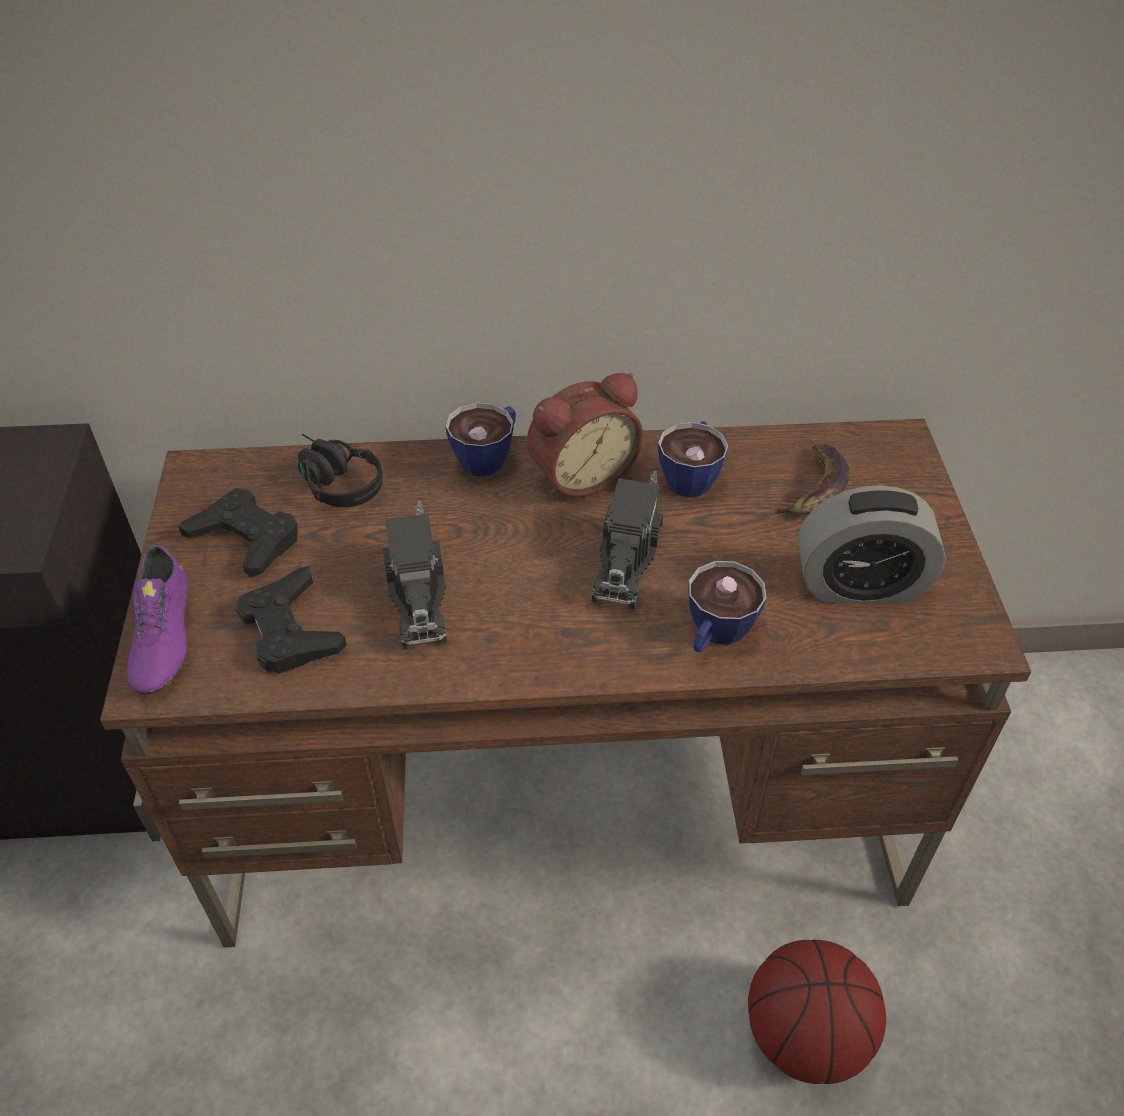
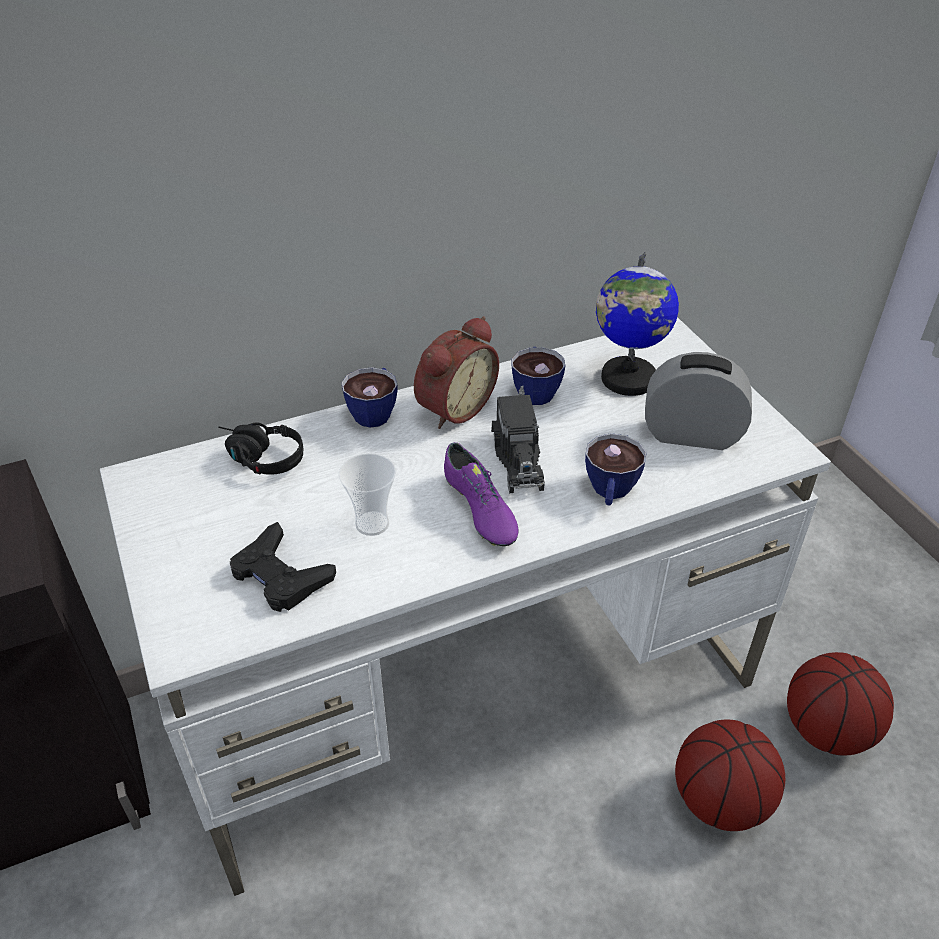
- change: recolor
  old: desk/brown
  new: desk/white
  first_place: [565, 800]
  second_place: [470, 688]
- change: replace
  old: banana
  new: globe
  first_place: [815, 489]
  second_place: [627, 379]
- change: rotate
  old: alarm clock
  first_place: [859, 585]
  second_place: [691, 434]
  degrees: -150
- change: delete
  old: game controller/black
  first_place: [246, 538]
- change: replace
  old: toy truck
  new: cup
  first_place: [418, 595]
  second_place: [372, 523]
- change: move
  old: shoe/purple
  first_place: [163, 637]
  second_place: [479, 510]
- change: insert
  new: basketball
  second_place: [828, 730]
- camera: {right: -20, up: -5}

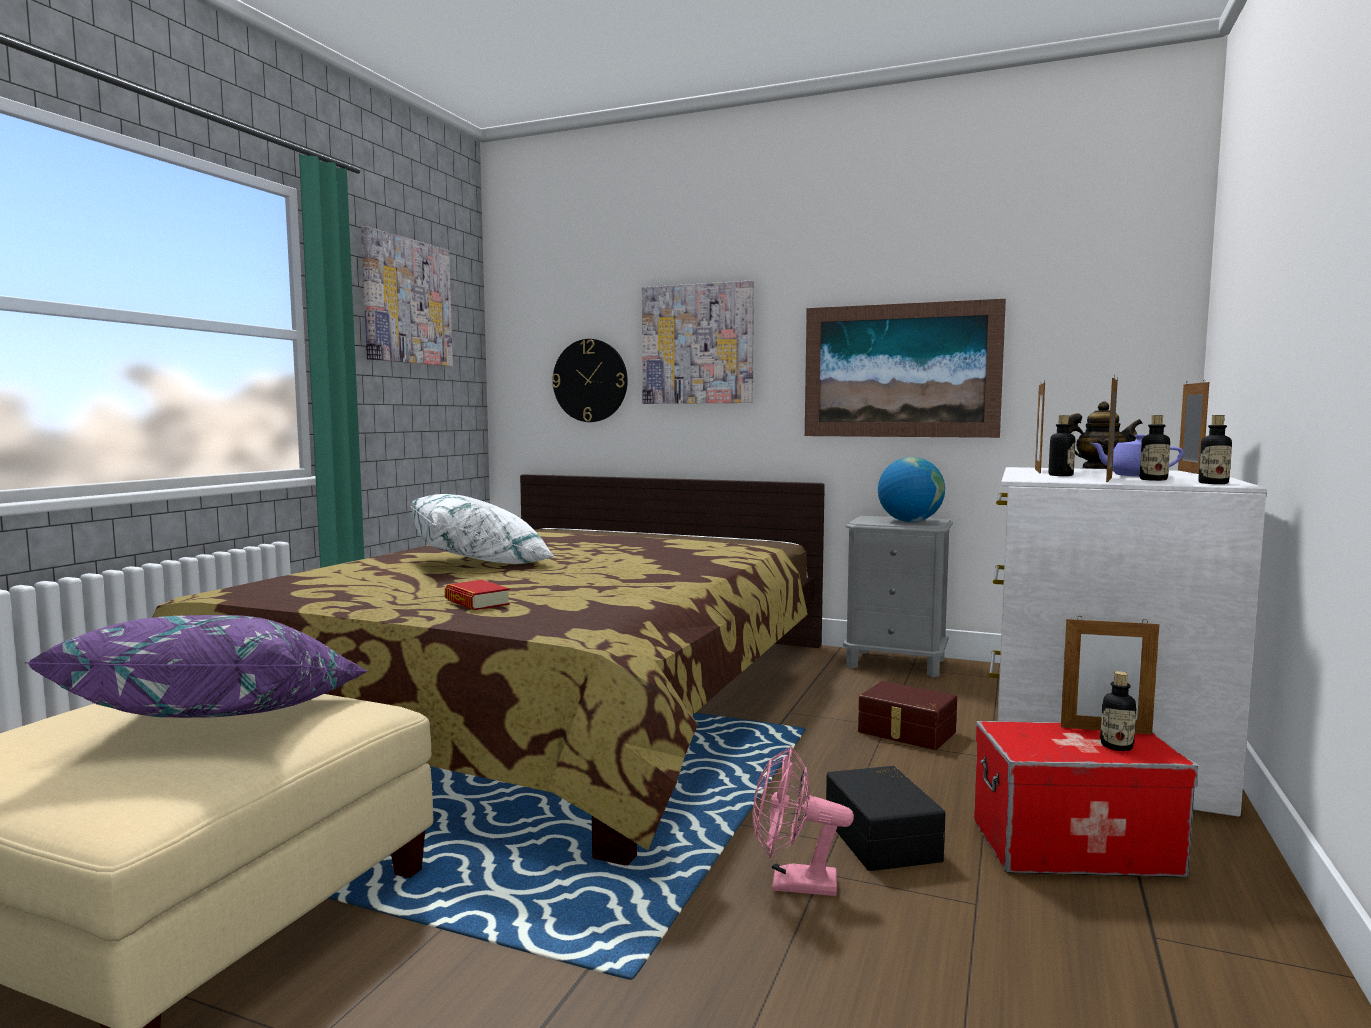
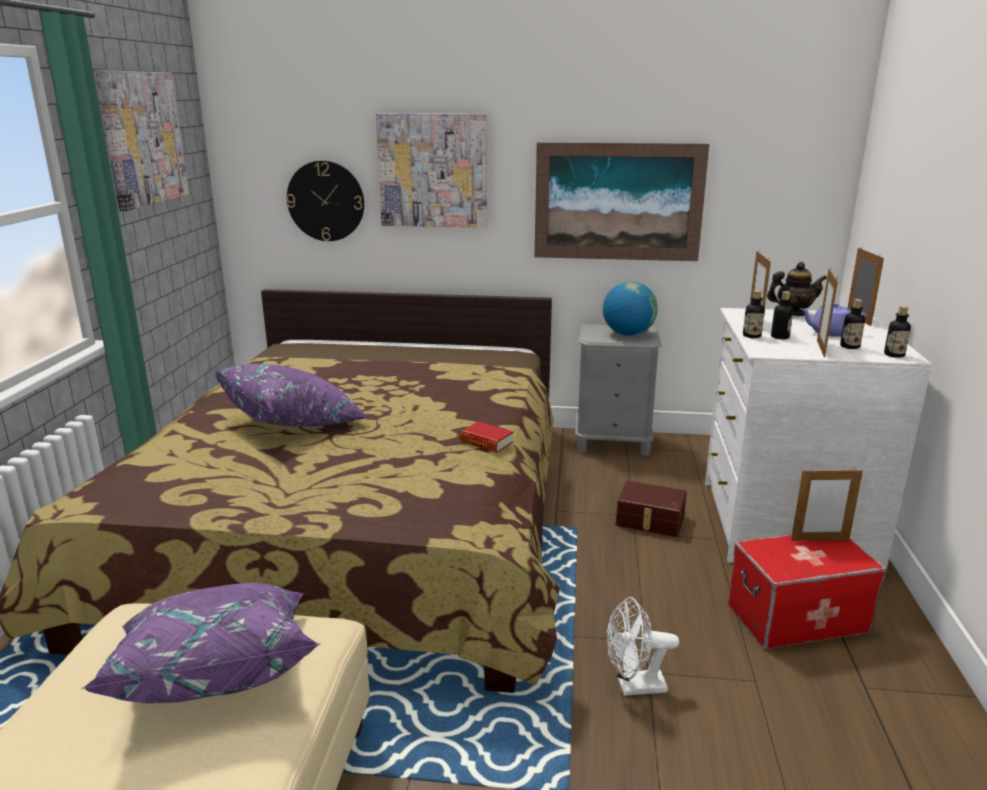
- change: recolor
  old: pillow/white
  new: pillow/purple
  first_place: [481, 561]
  second_place: [294, 421]
- change: move
  old: book
  first_place: [477, 602]
  second_place: [486, 442]
- change: move
  old: bottle
  first_place: [1116, 746]
  second_place: [751, 336]
- change: recolor
  old: fan/pink
  new: fan/white
  first_place: [792, 884]
  second_place: [634, 687]
- change: delete
  old: storage box/black
  first_place: [884, 838]
- camera: {right: -15, up: 15}

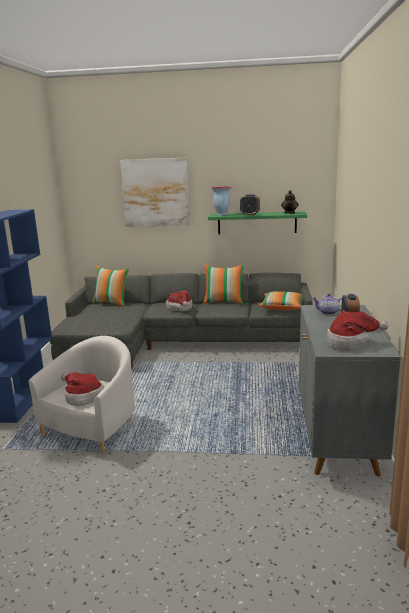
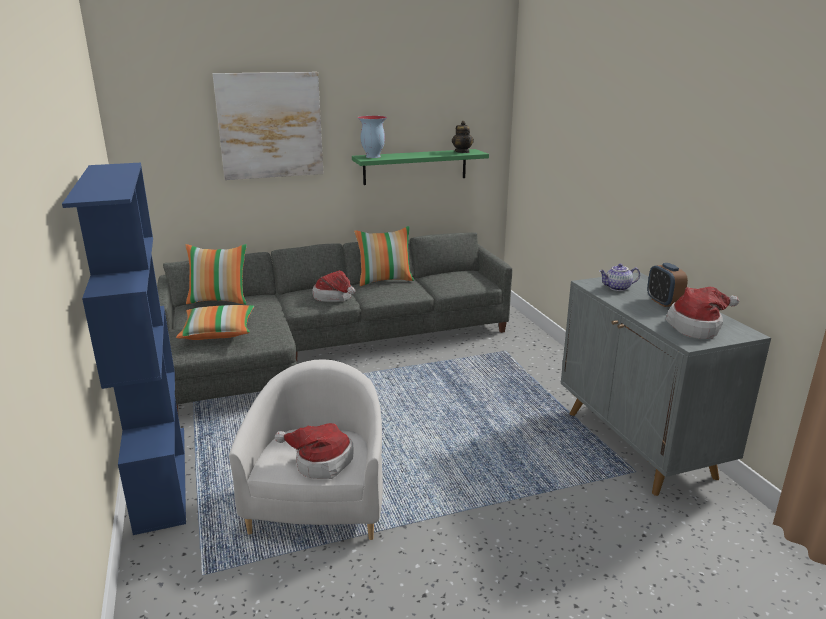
- change: delete
  old: alarm clock
  first_place: [250, 214]
- change: move
  old: pillow
  first_place: [282, 307]
  second_place: [218, 332]
- camera: {right: -25, up: 5}

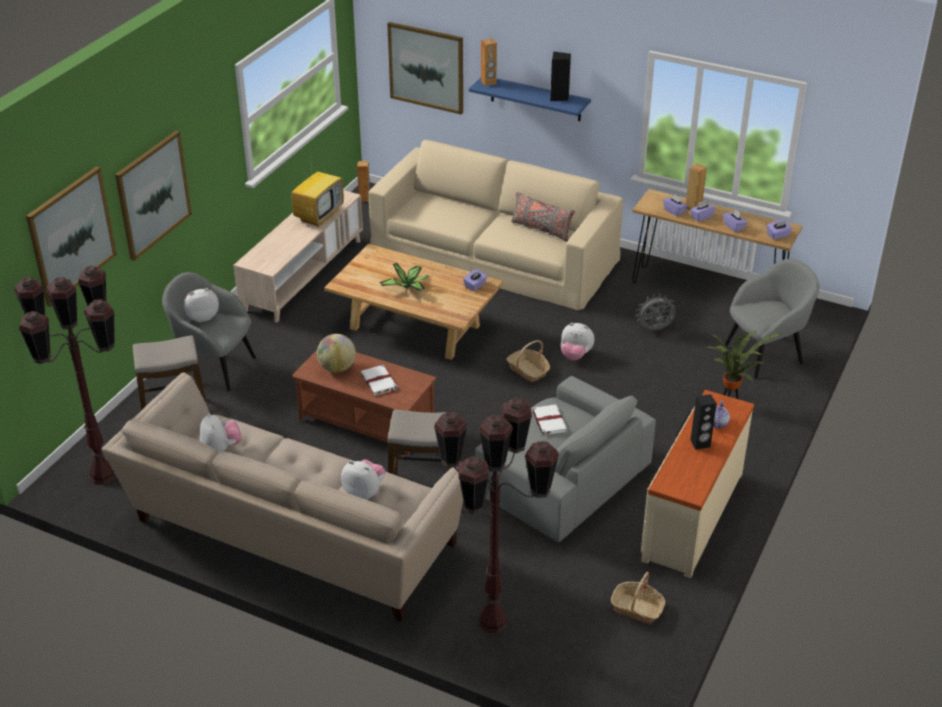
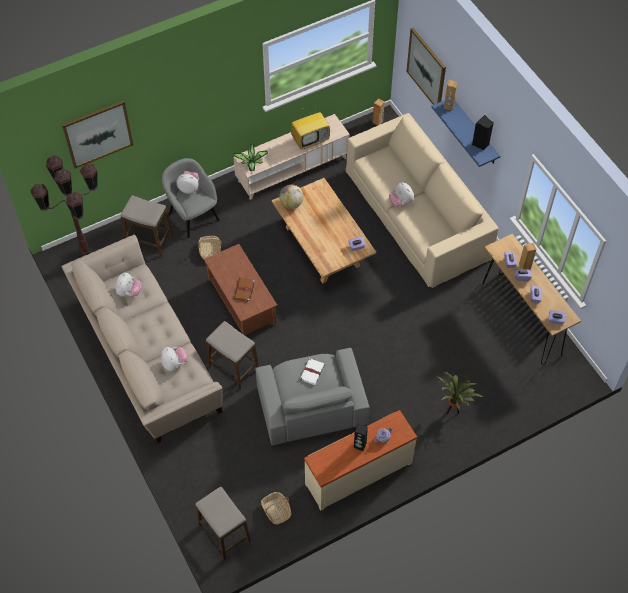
- change: delete
  old: picture
  first_place: [153, 194]
- change: delete
  old: pillow/grey
  first_place: [541, 229]
- change: delete
  old: armchair/grey
  first_place: [765, 354]
- change: move
  old: potted plant
  first_place: [407, 287]
  second_place: [252, 162]
- change: delete
  old: fan/grey
  first_place: [655, 330]
- change: move
  old: plush toy
  first_place: [575, 355]
  second_place: [401, 202]
- change: move
  old: globe
  first_place: [337, 368]
  second_place: [291, 203]
- change: move
  old: basket
  first_place: [528, 370]
  second_place: [210, 251]
- change: recolor
  old: book/white
  new: book/brown
  first_place: [379, 382]
  second_place: [244, 290]
- change: delete
  old: floor lamp/brown
  first_place: [492, 622]
- change: insert
  new: stool
  second_place: [224, 533]
- camera: {right: 35, up: 20}

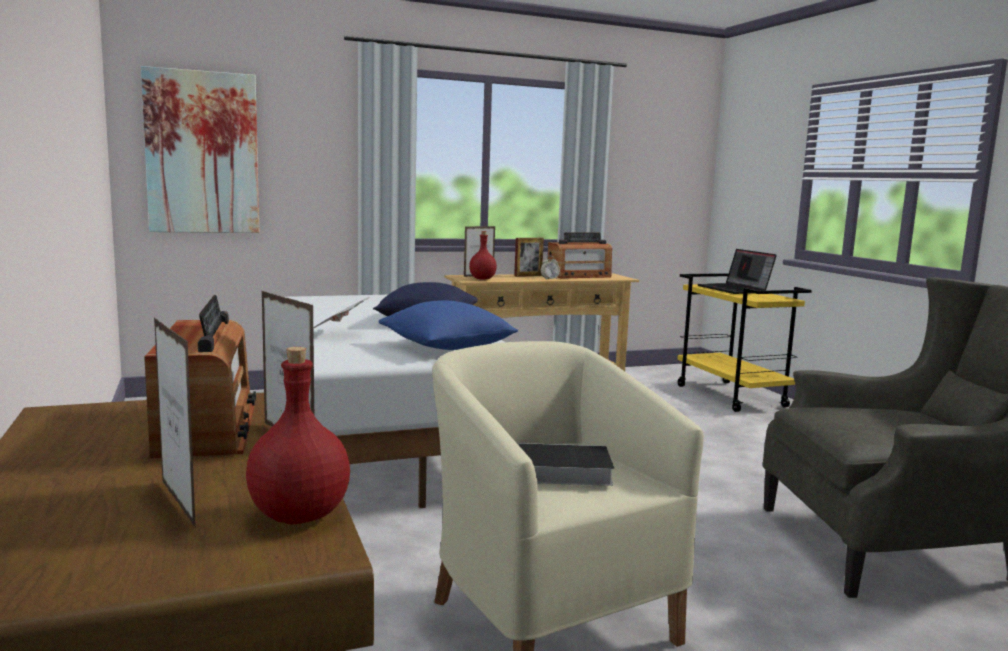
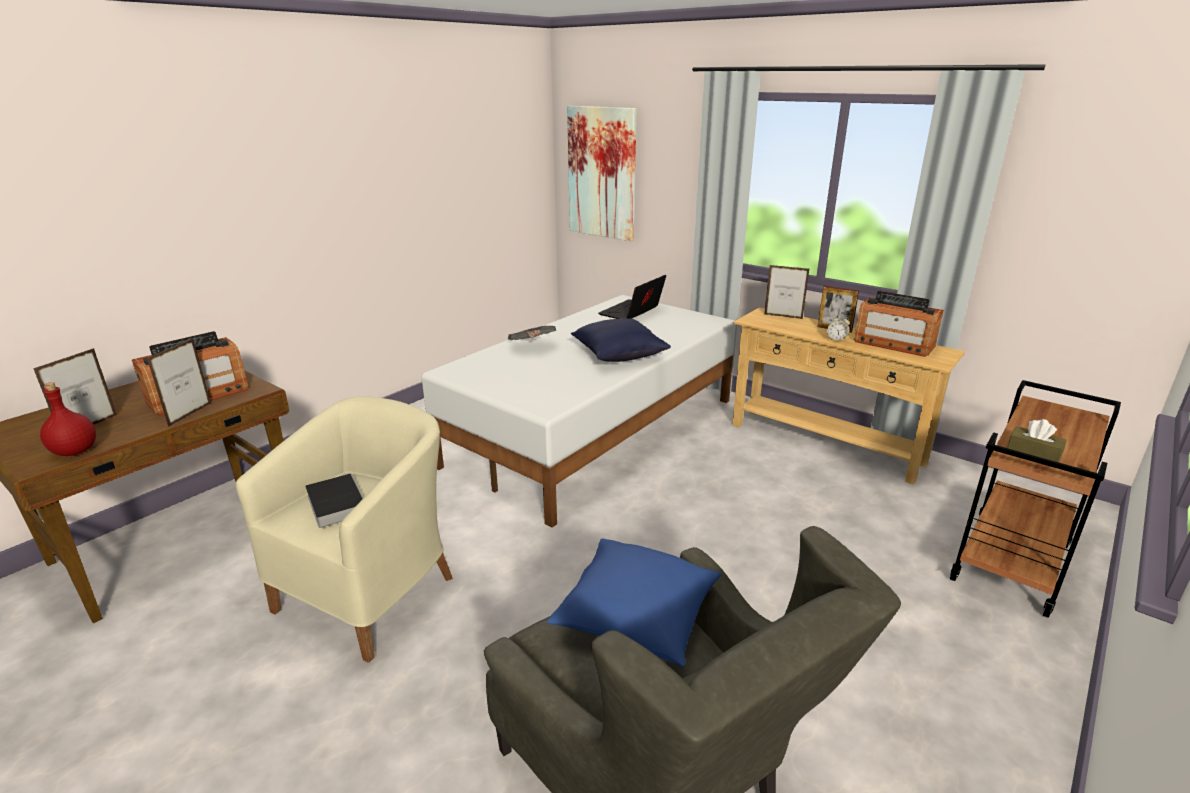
- change: delete
  old: bottle/red
  first_place: [482, 279]
- change: move
  old: laptop
  first_place: [735, 289]
  second_place: [631, 312]
- change: recolor
  old: cart/yellow
  new: cart/brown
  first_place: [732, 396]
  second_place: [1011, 564]
- change: move
  old: pillow/blue
  first_place: [447, 348]
  second_place: [636, 619]
- change: insert
  new: tissue box/brown
  second_place: [1033, 453]
- camera: {right: 60, up: 15}

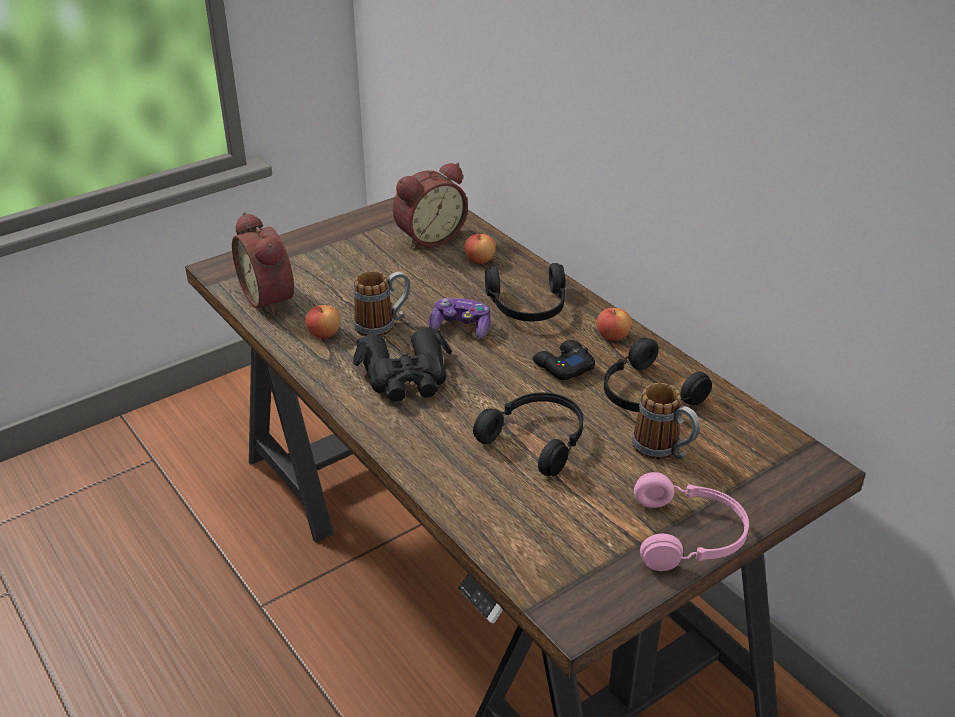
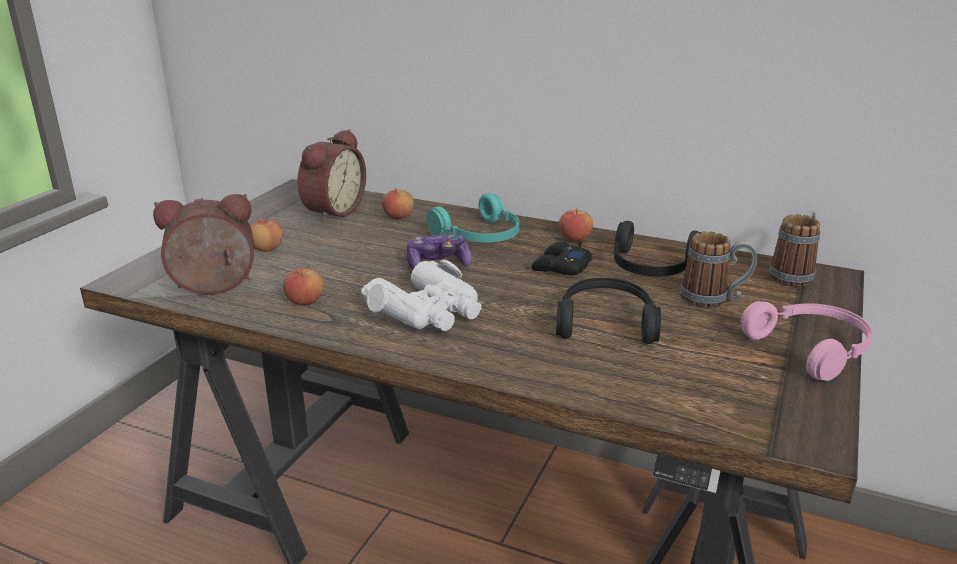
- change: rotate
  old: alarm clock
  first_place: [271, 297]
  second_place: [214, 288]
  degrees: 135
- change: recolor
  old: headphones/black
  new: headphones/turquoise
  first_place: [528, 307]
  second_place: [480, 236]
- change: move
  old: mug
  first_place: [383, 325]
  second_place: [794, 274]
- change: recolor
  old: binoculars/black
  new: binoculars/white
  first_place: [406, 376]
  second_place: [428, 311]
- change: insert
  new: apple
  second_place: [266, 249]
- camera: {right: -30, up: -10}

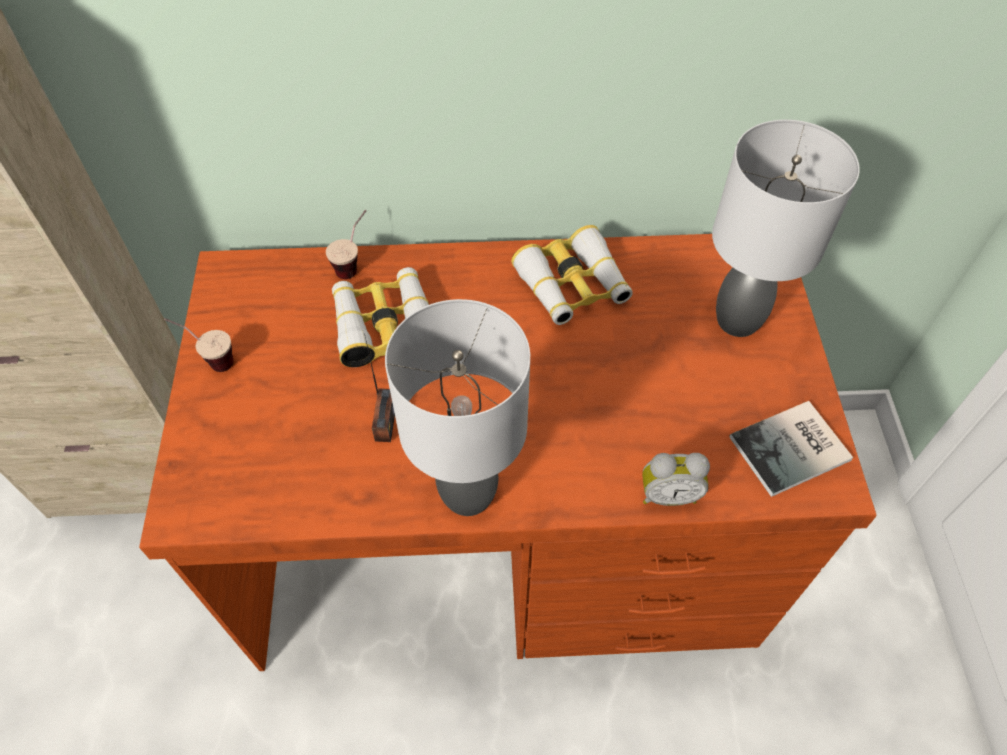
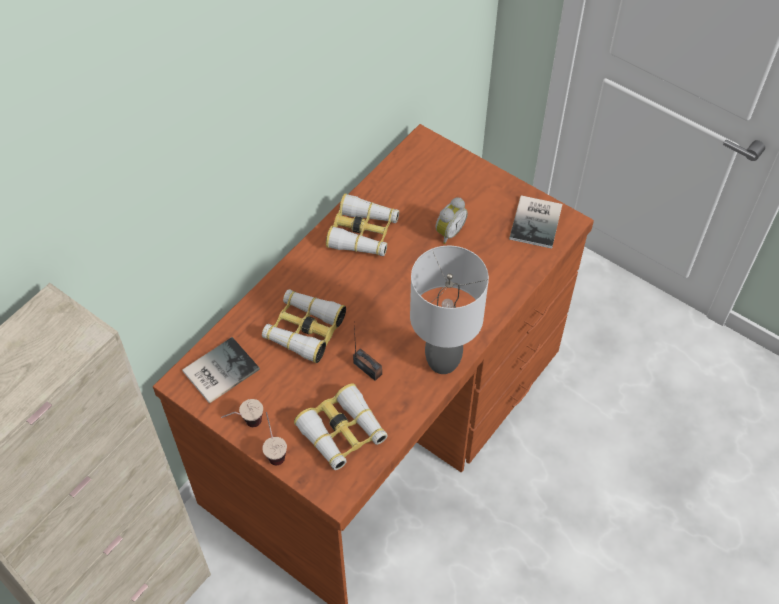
- change: delete
  old: table lamp/grey
  first_place: [738, 319]
- change: move
  old: cup
  first_place: [354, 263]
  second_place: [274, 449]
- change: move
  old: alarm clock
  first_place: [668, 494]
  second_place: [448, 232]
- change: insert
  new: book
  second_place: [218, 370]
- change: insert
  new: binoculars
  second_place: [342, 433]
- camera: {right: -50, up: 0}

